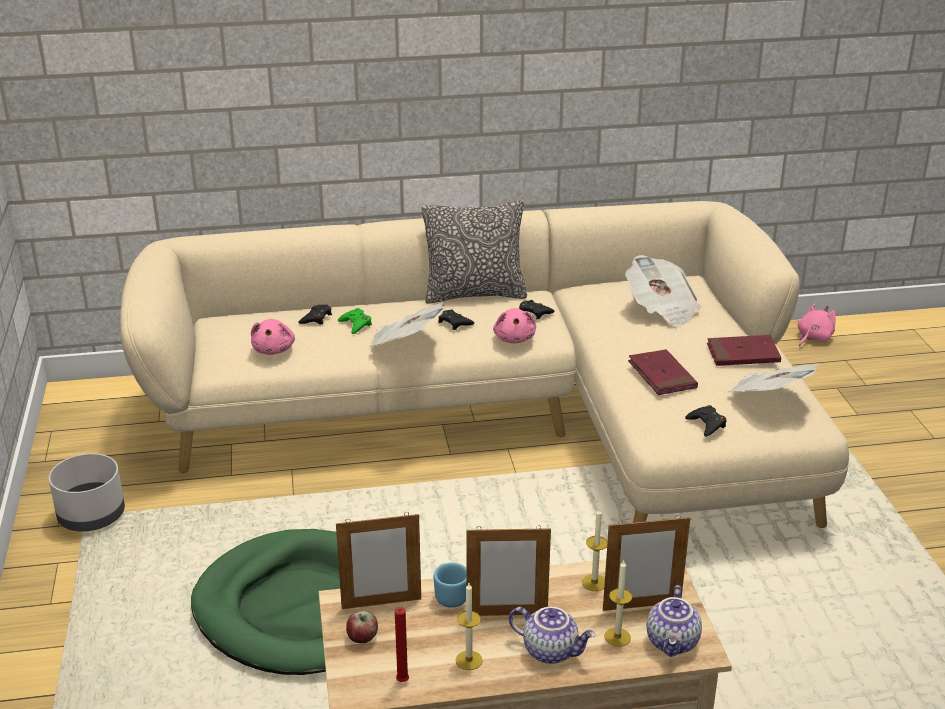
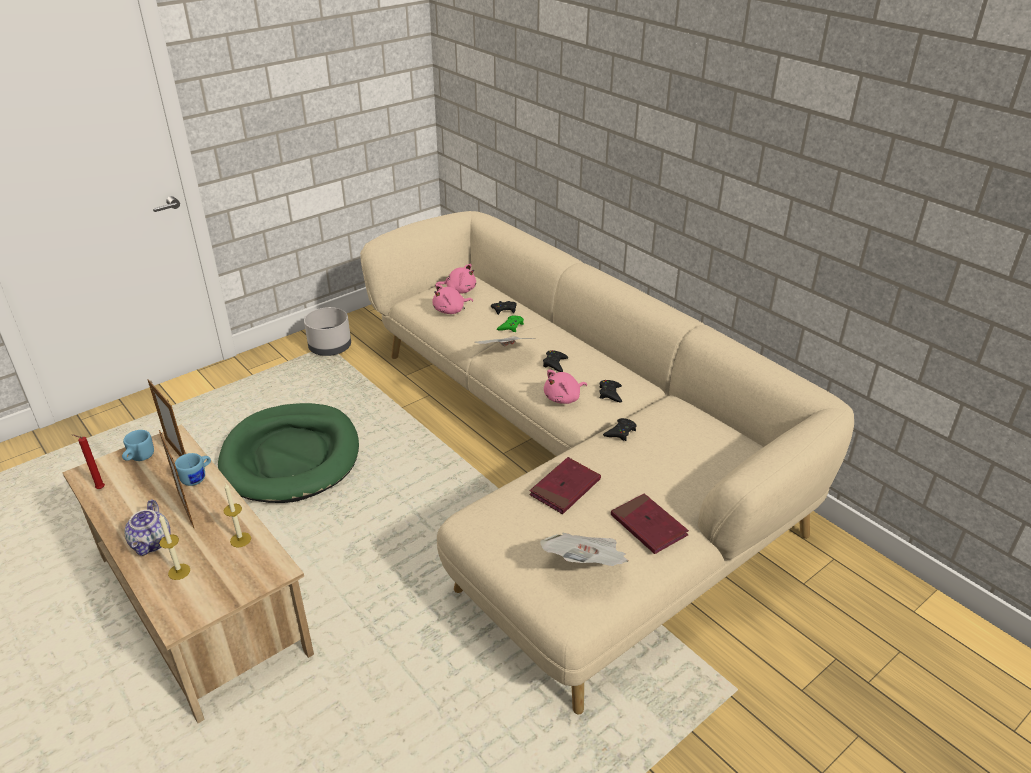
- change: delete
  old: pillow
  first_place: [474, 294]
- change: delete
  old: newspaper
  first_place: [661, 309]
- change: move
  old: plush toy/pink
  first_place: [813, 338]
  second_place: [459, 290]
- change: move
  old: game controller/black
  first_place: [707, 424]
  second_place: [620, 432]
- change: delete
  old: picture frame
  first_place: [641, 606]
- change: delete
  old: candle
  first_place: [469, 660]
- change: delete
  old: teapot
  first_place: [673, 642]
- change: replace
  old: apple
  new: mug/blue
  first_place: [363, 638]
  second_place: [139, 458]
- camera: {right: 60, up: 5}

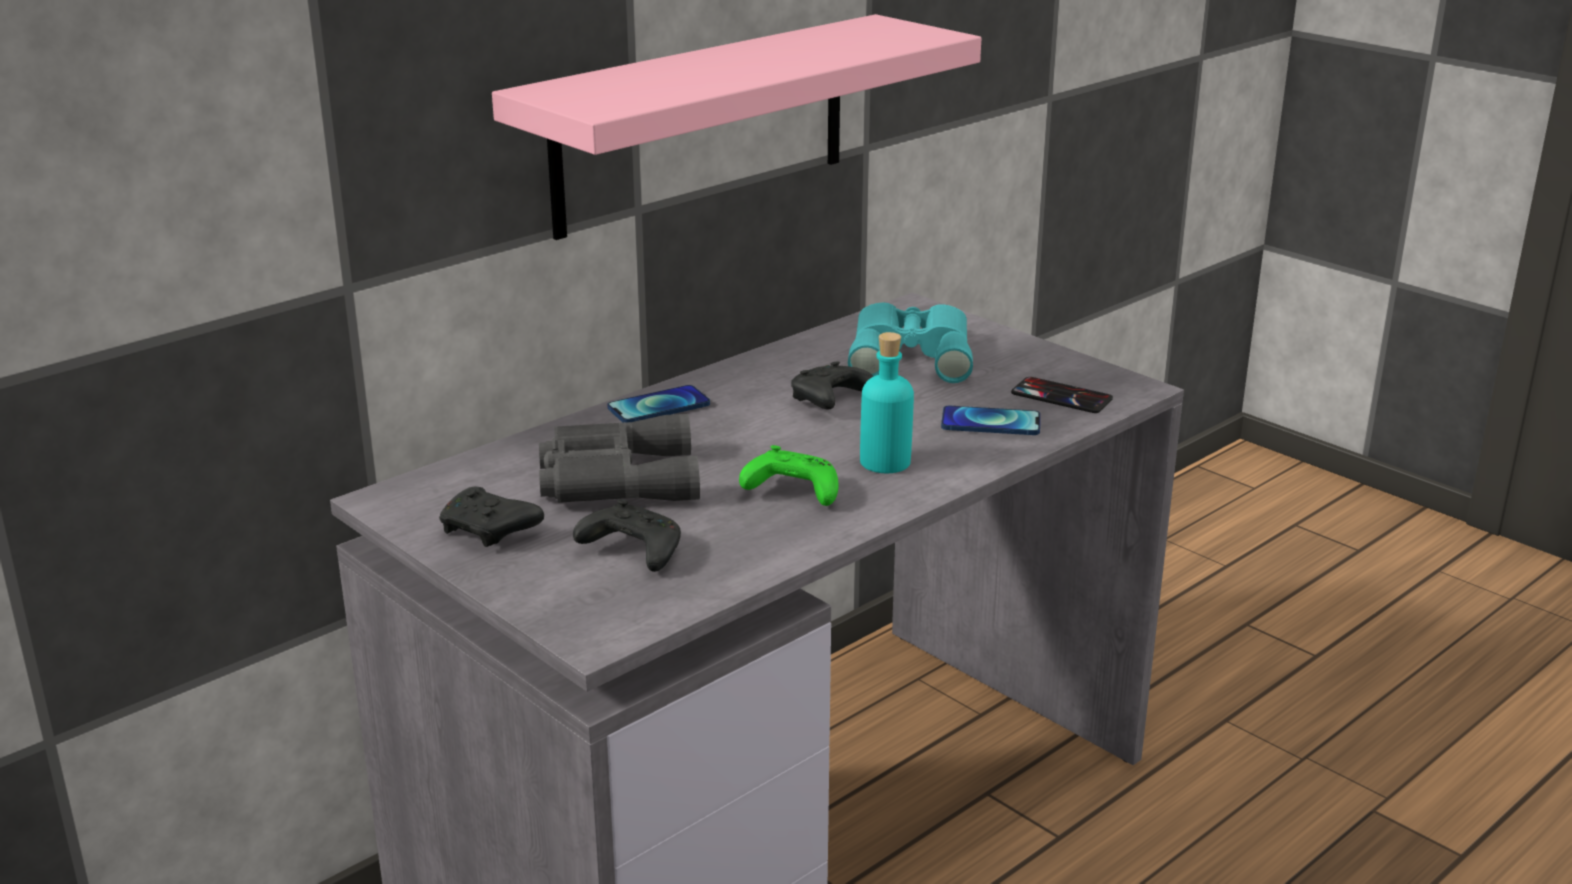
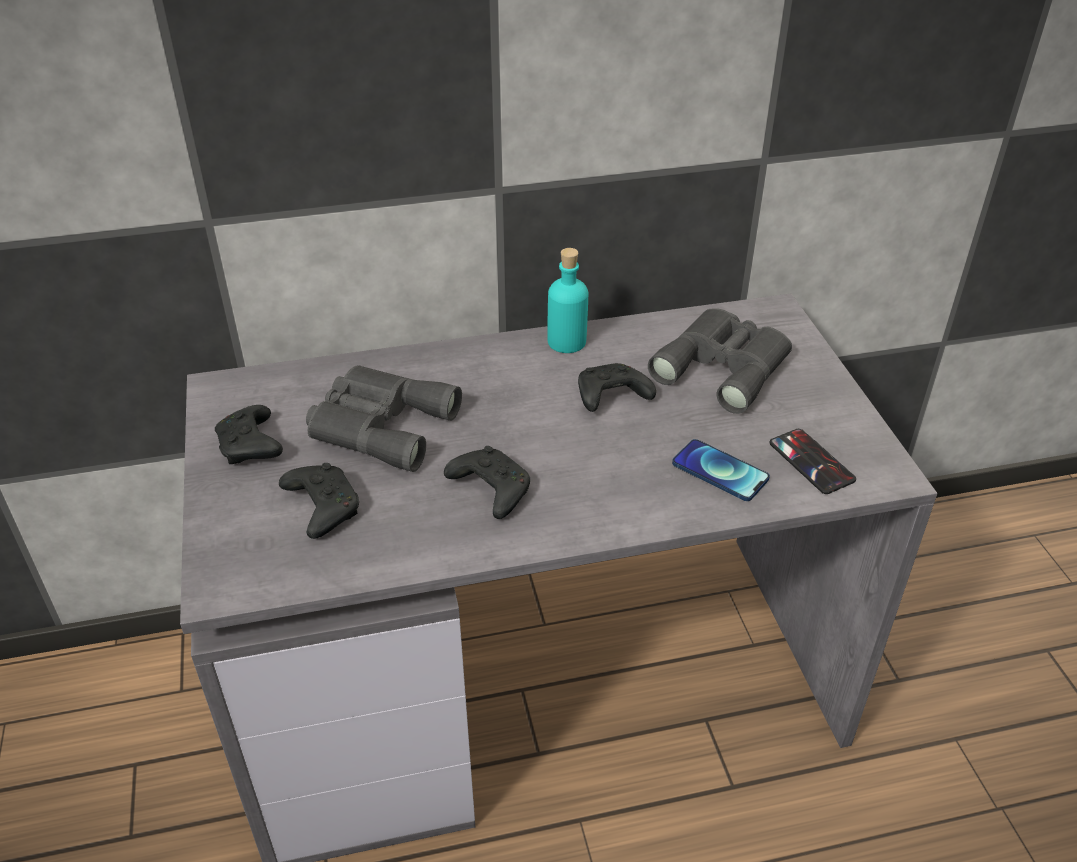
- change: delete
  old: shelf/pink
  first_place: [702, 124]
- change: recolor
  old: binoculars/turquoise
  new: binoculars/grey
  first_place: [911, 354]
  second_place: [725, 366]
- change: move
  old: bottle/turquoise
  first_place: [885, 462]
  second_place: [567, 342]
- change: delete
  old: phone
  first_place: [659, 407]
- change: recolor
  old: game controller/green
  new: game controller/black
  first_place: [791, 492]
  second_place: [489, 490]
- camera: {right: 30, up: 15}

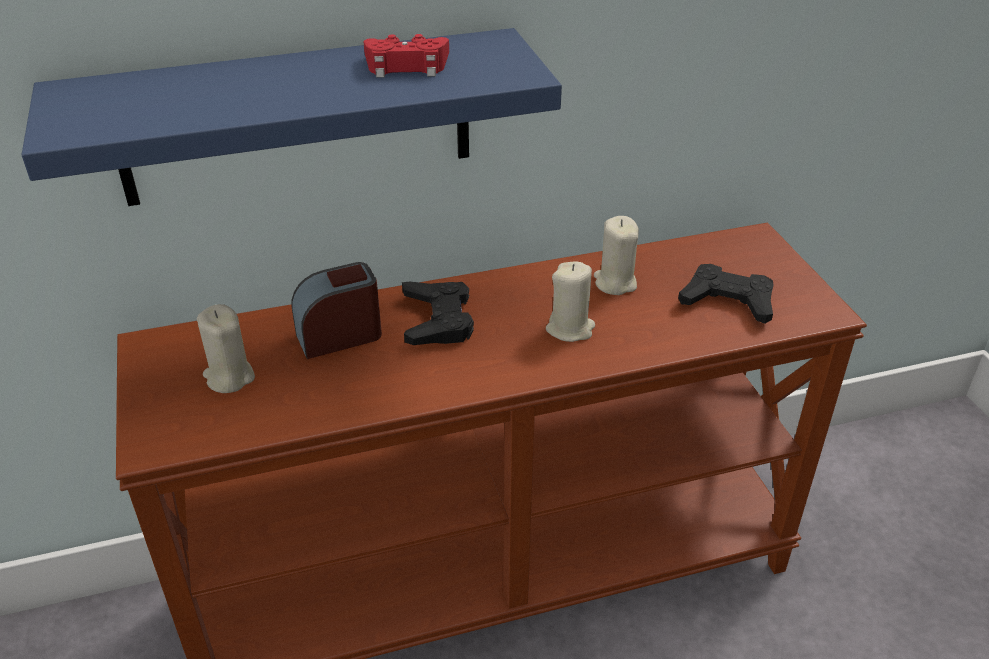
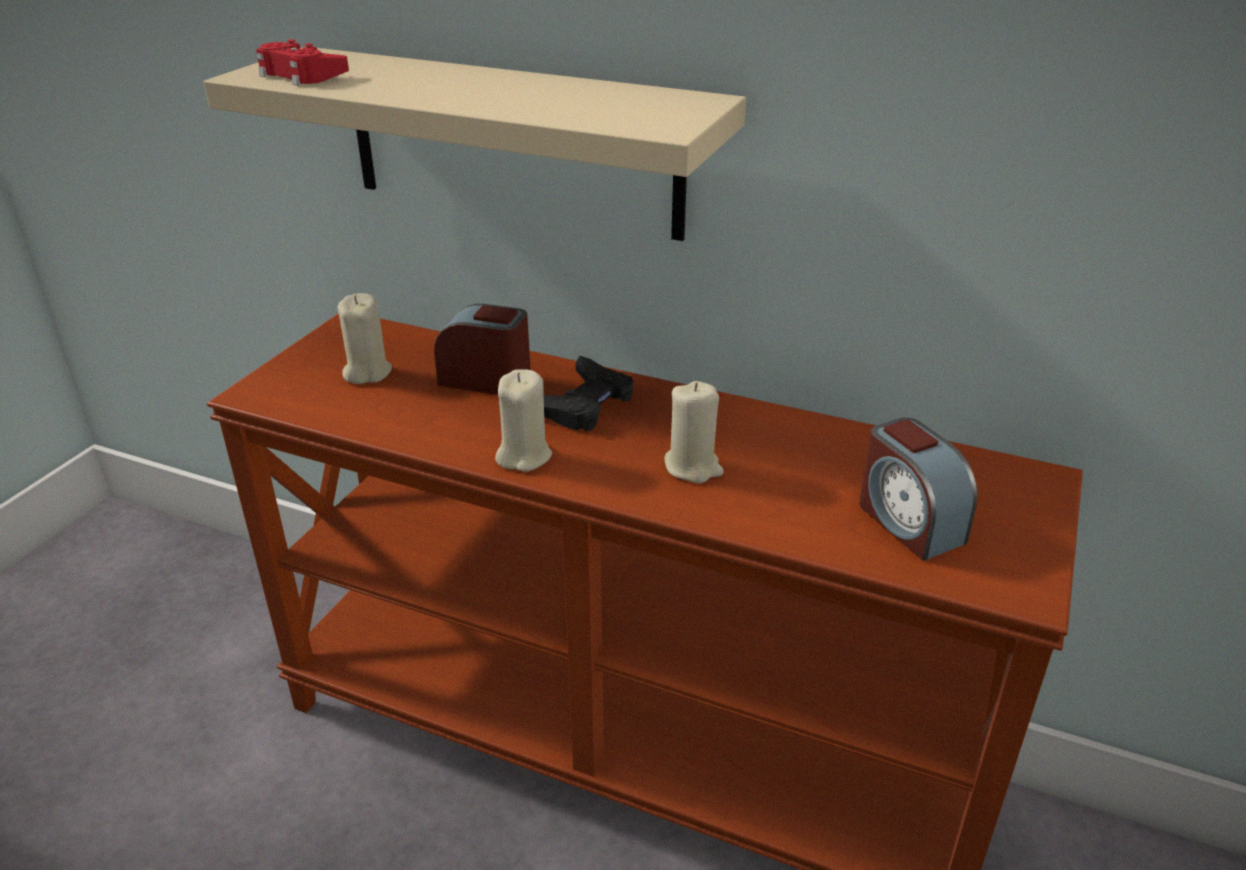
- change: recolor
  old: shelf/blue
  new: shelf/beige
  first_place: [296, 118]
  second_place: [512, 143]
- change: move
  old: game controller/red
  first_place: [406, 65]
  second_place: [301, 75]
- change: move
  old: candle/beige
  first_place: [615, 282]
  second_place: [524, 456]
- change: replace
  old: game controller/black
  new: alarm clock
  first_place: [728, 301]
  second_place: [908, 522]
- camera: {right: 40, up: -5}

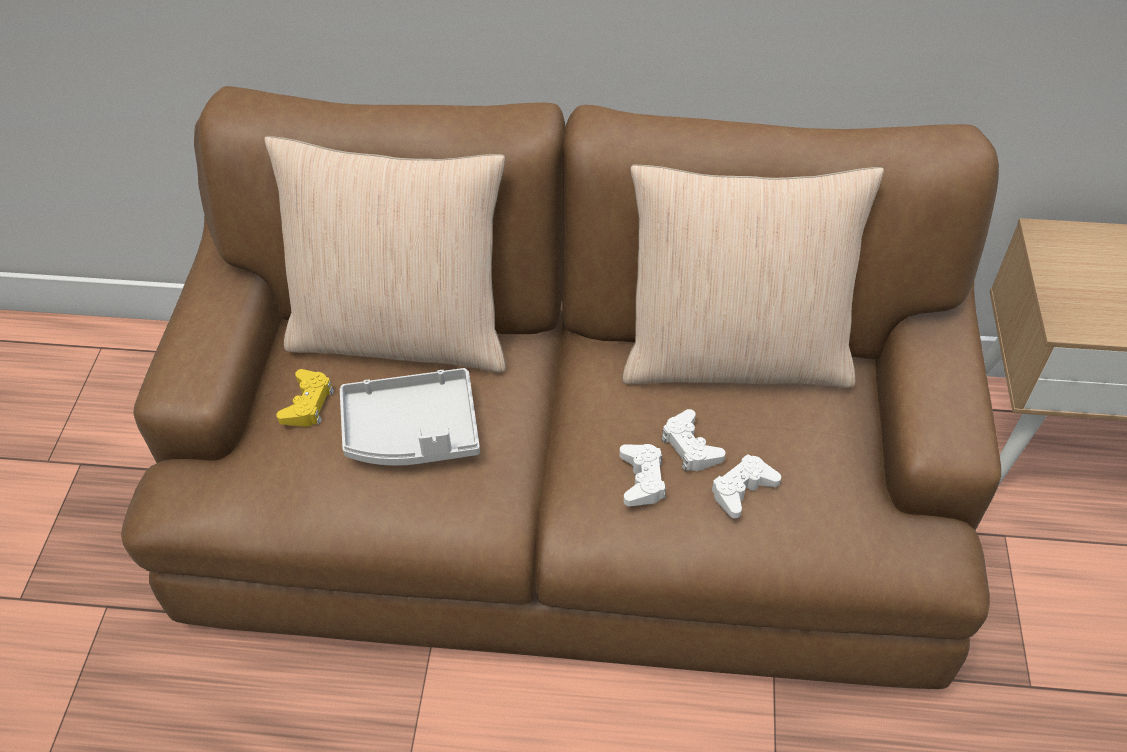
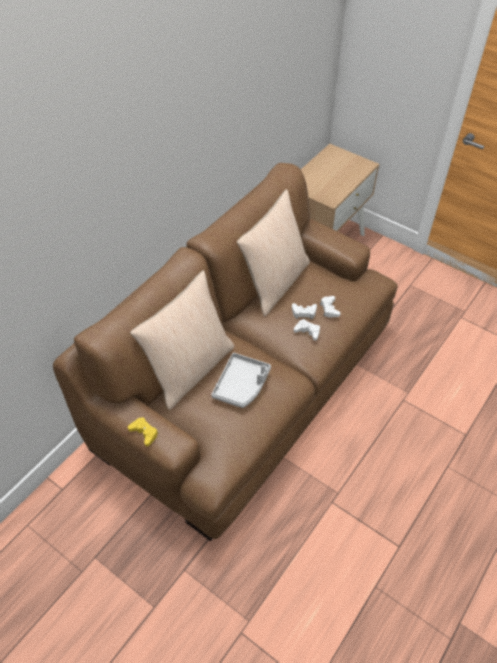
- change: move
  old: game controller/yellow
  first_place: [308, 404]
  second_place: [144, 433]
- camera: {right: -60, up: 0}

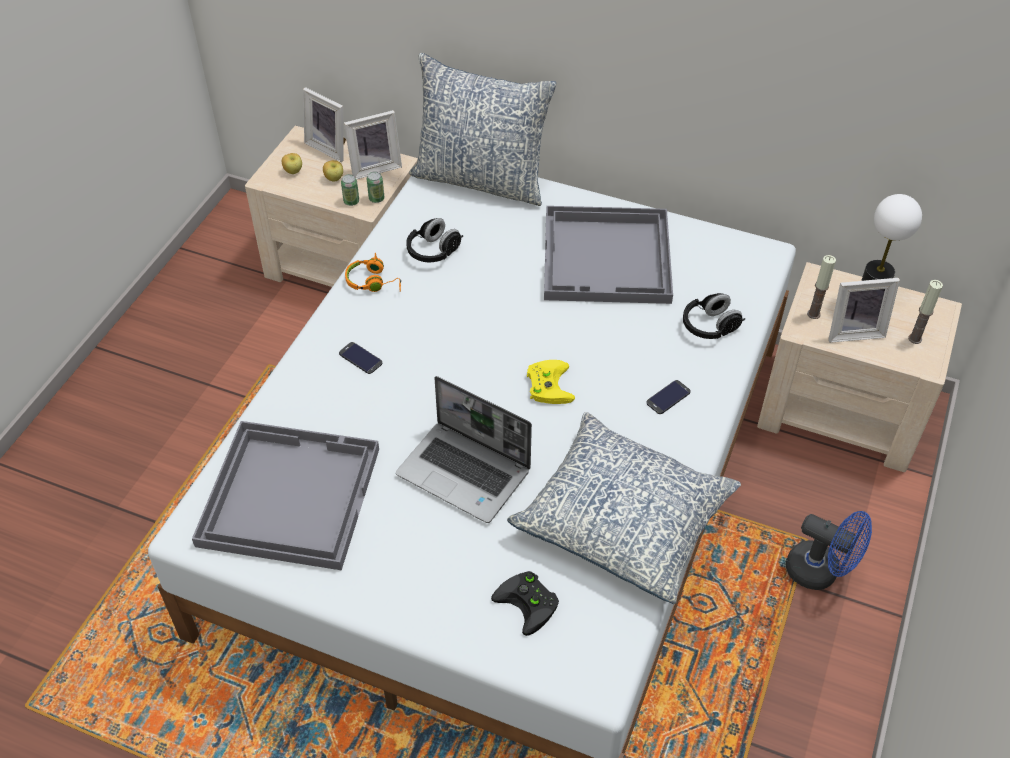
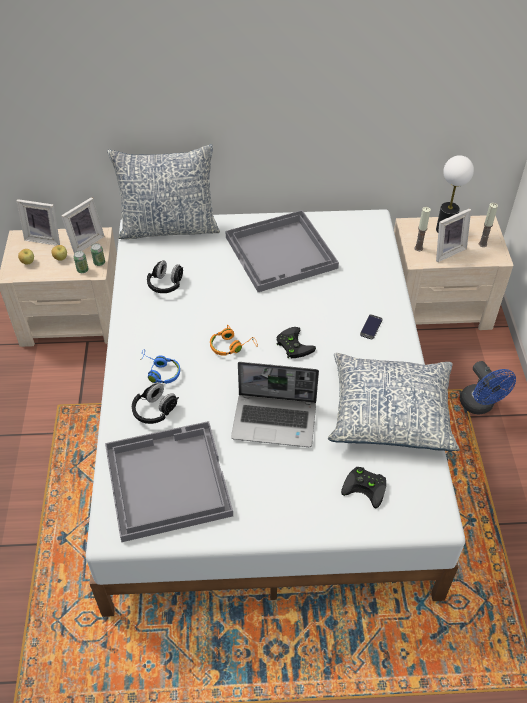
- change: move
  old: headphones/orange
  first_place: [374, 282]
  second_place: [231, 346]
- change: move
  old: headphones/black
  first_place: [709, 327]
  second_place: [155, 411]
- change: replace
  old: phone
  new: headphones/blue
  first_place: [360, 358]
  second_place: [159, 371]
- change: recolor
  old: game controller/yellow
  new: game controller/black
  first_place: [547, 384]
  second_place: [292, 345]
- change: rotate
  old: fan/blue
  first_place: [820, 572]
  second_place: [479, 406]
  degrees: 60
- camera: {right: -25, up: 0}

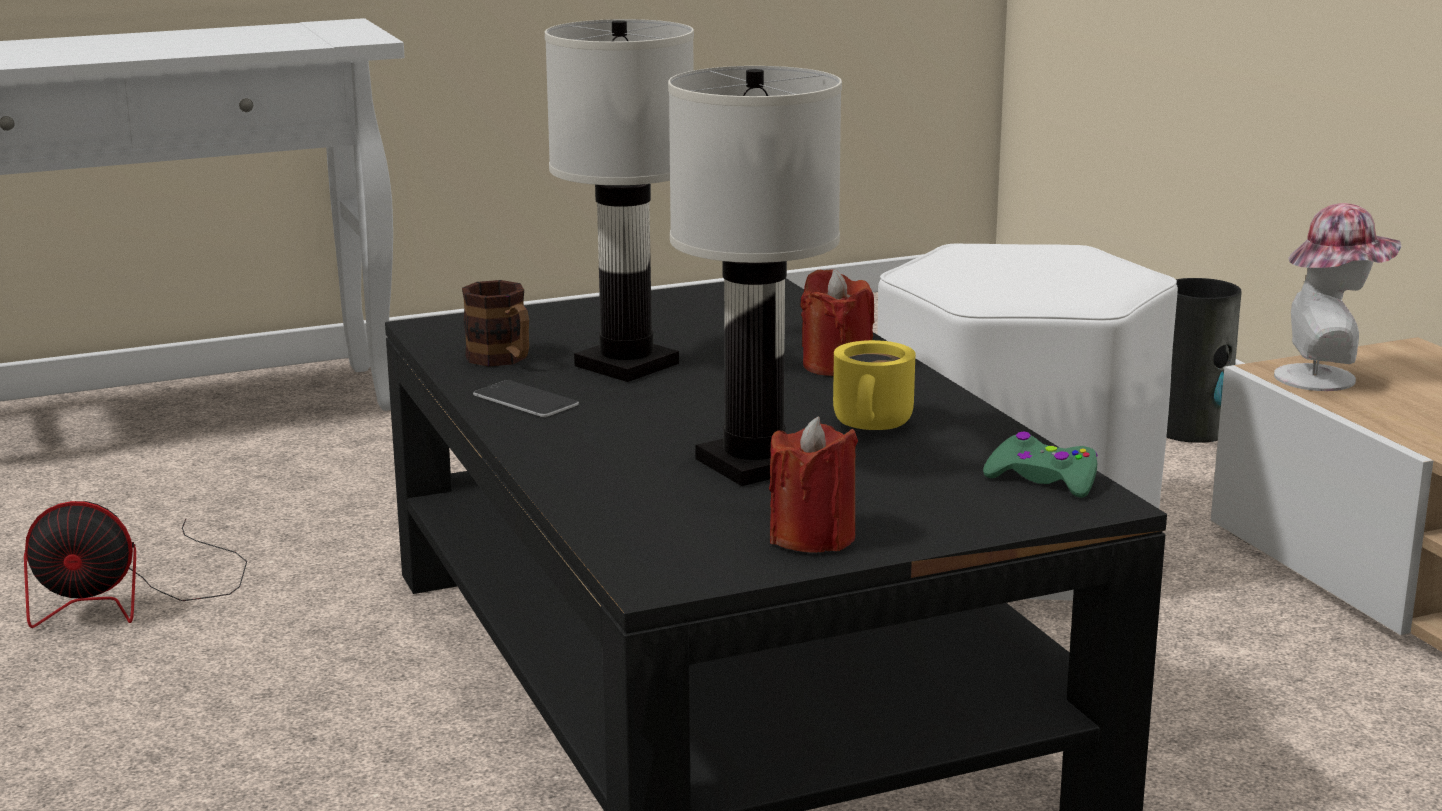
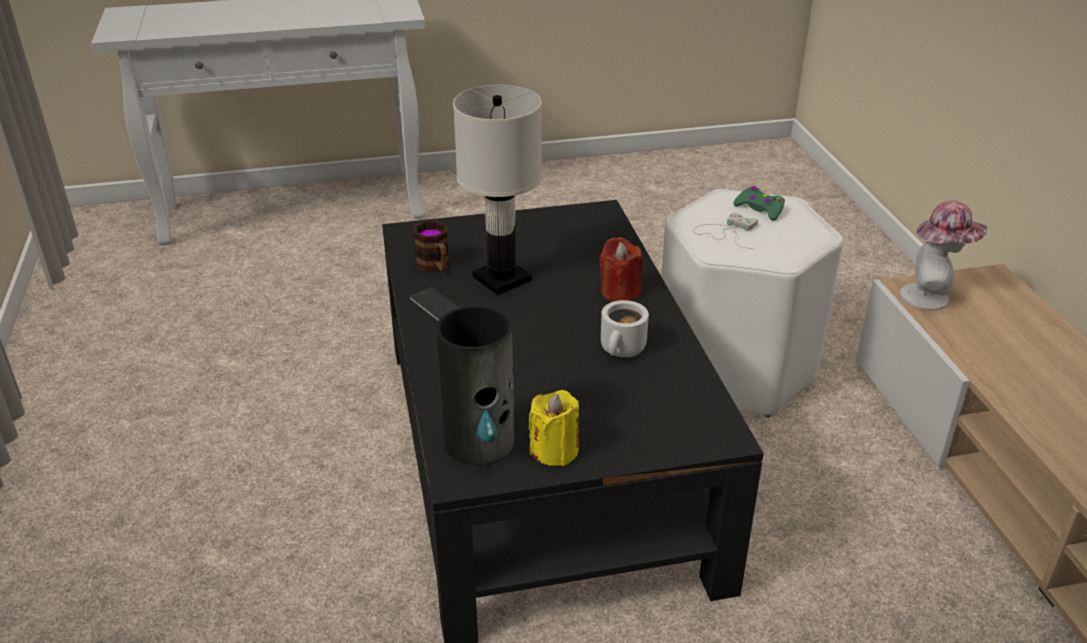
- change: delete
  old: table lamp/white
  first_place: [753, 464]
- change: move
  old: vase
  first_place: [1192, 430]
  second_place: [480, 442]
- change: recolor
  old: mug/yellow
  new: mug/white
  first_place: [875, 425]
  second_place: [623, 350]
- change: recolor
  old: candle/red
  new: candle/yellow
  first_place: [812, 537]
  second_place: [554, 450]
- change: move
  old: game controller/green
  first_place: [1043, 480]
  second_place: [759, 209]
- change: delete
  old: fan
  first_place: [132, 596]
- change: insert
  new: game controller/white
  second_place: [726, 232]
- camera: {right: 10, up: 15}

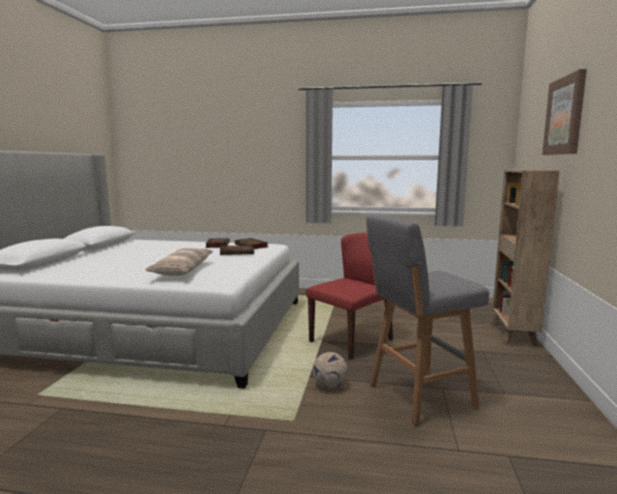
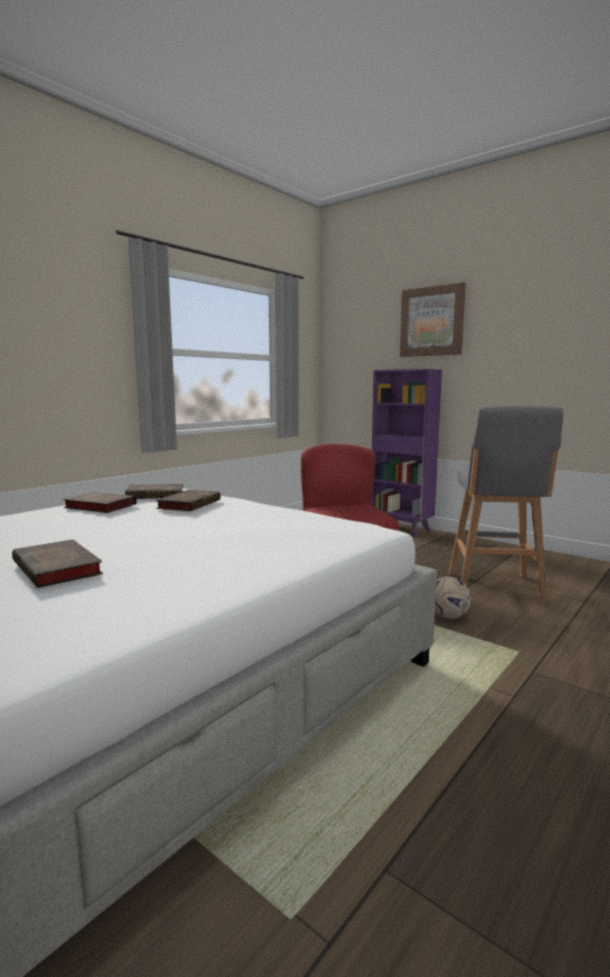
- change: recolor
  old: bookcase/brown
  new: bookcase/purple
  first_place: [513, 335]
  second_place: [401, 529]
- change: delete
  old: pillow
  first_place: [182, 270]
- change: insert
  new: book
  second_place: [59, 569]
- camera: {right: -60, up: 0}

